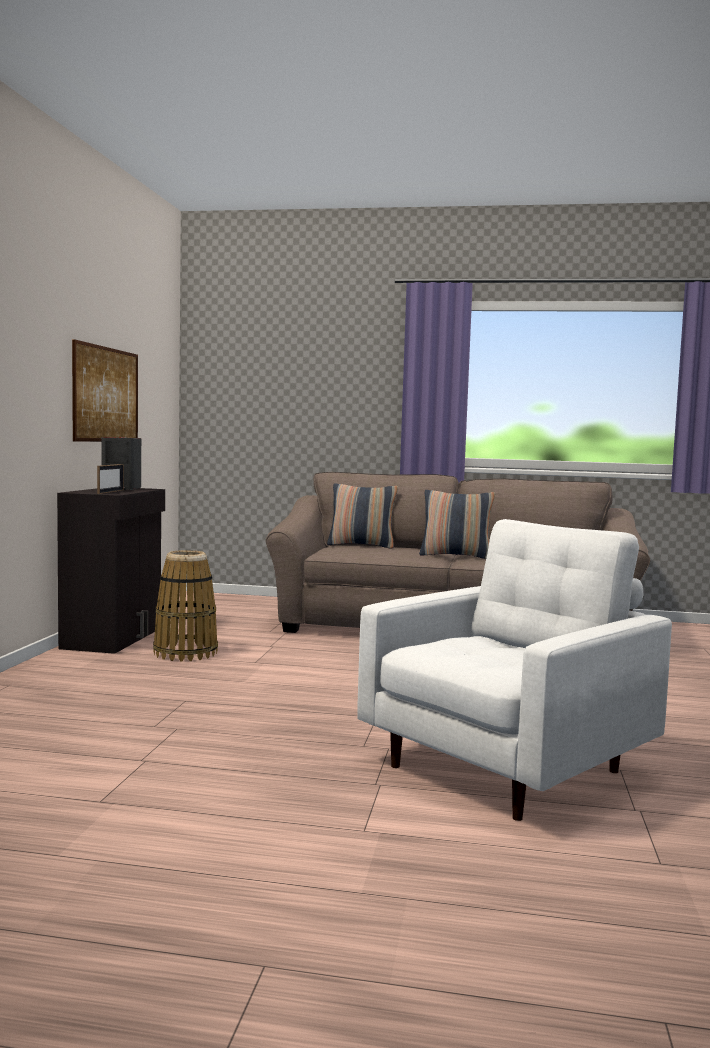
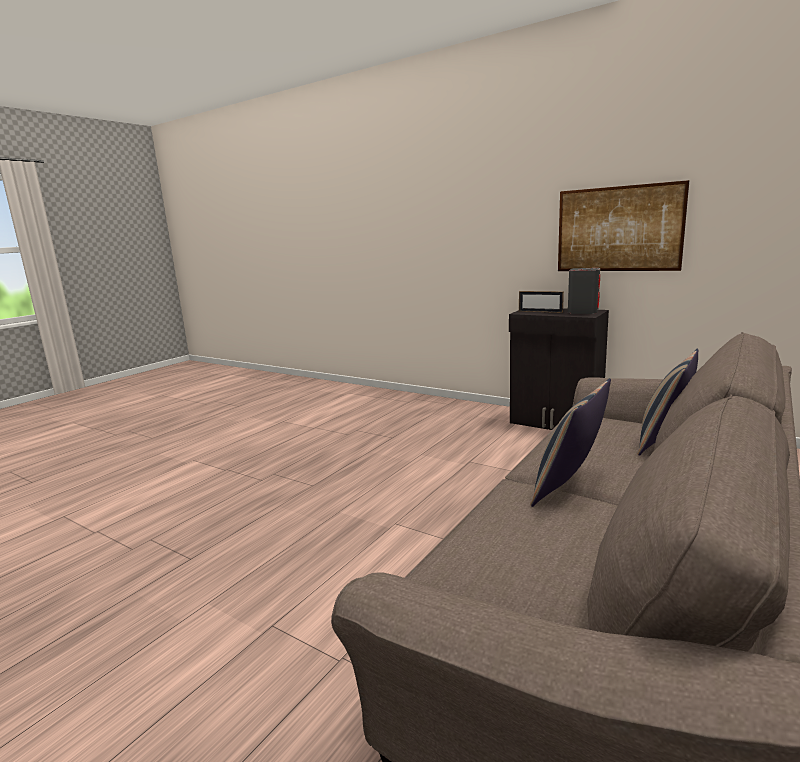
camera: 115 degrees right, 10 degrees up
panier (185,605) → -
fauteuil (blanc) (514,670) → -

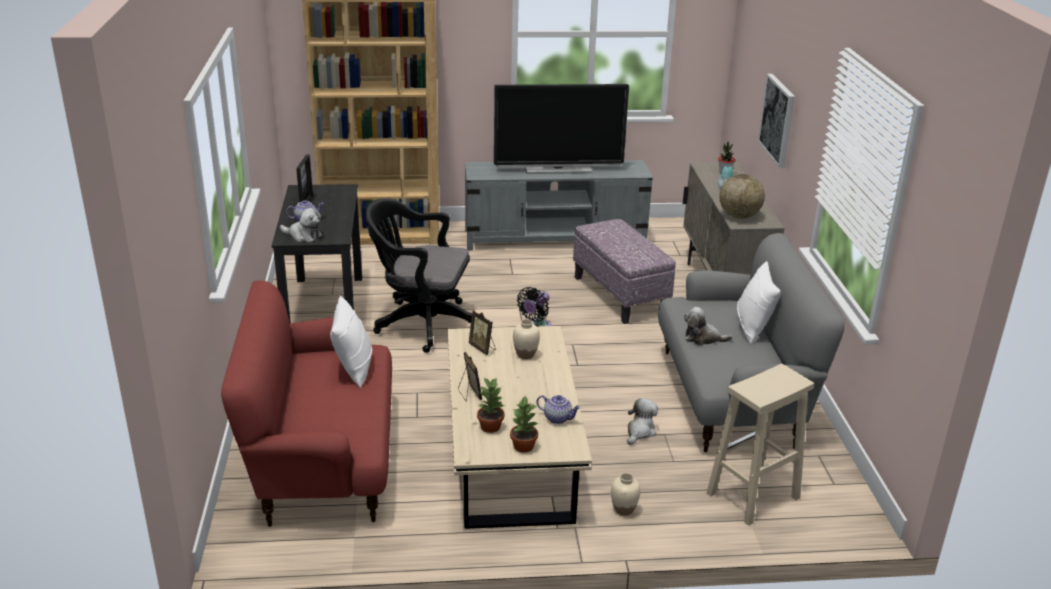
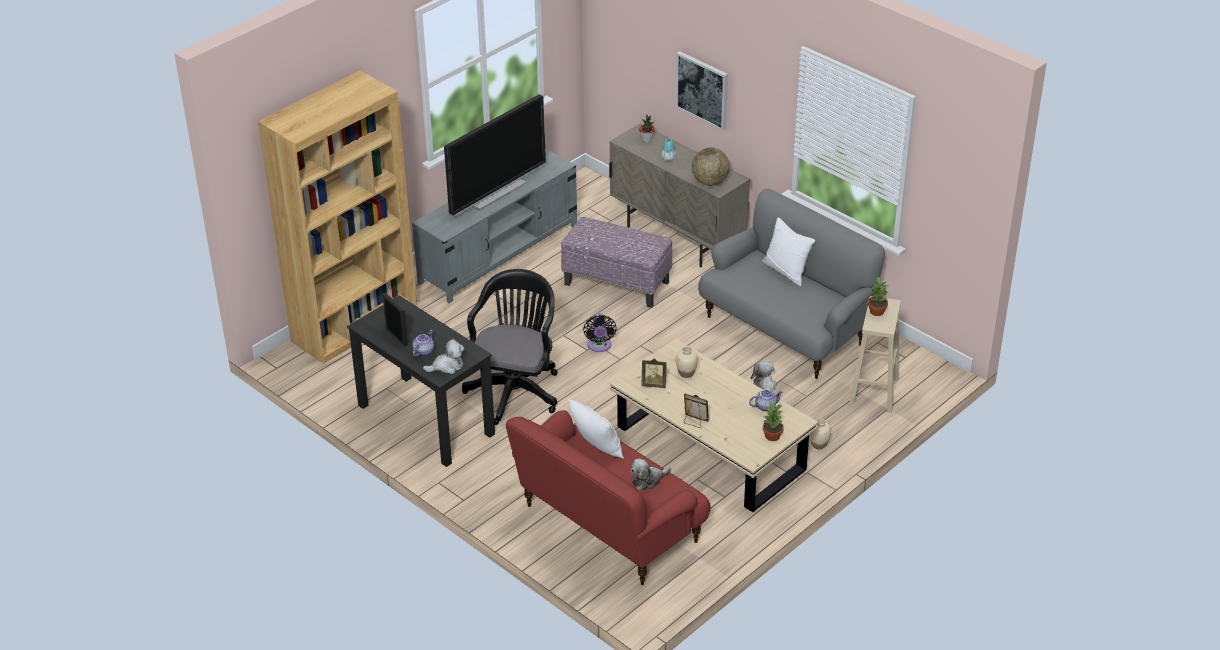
camera: 40 degrees left, 10 degrees up
plante en pot (490,405) → plante en pot (878,296), shifted
peluche (708,326) → peluche (651,474), shifted
chaise de bureau (noir) (418,275) → chaise de bureau (noir) (510,347), 135 degrees clockwise

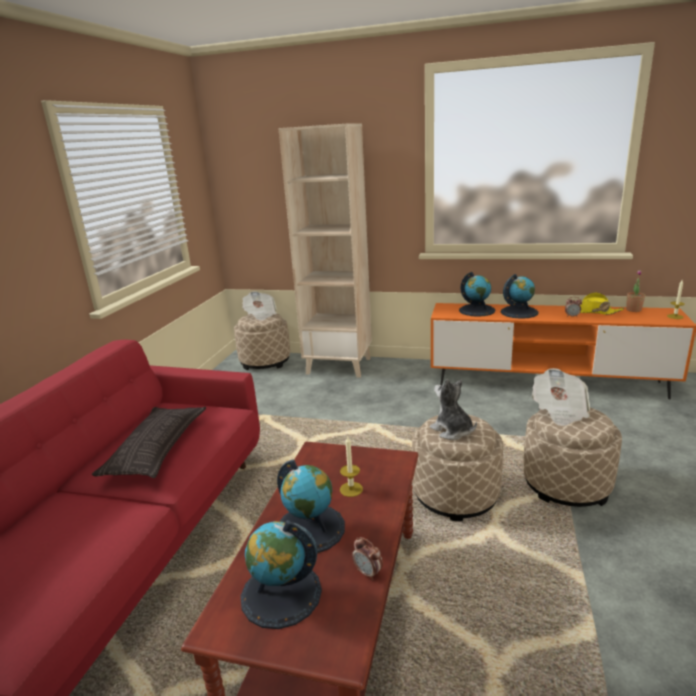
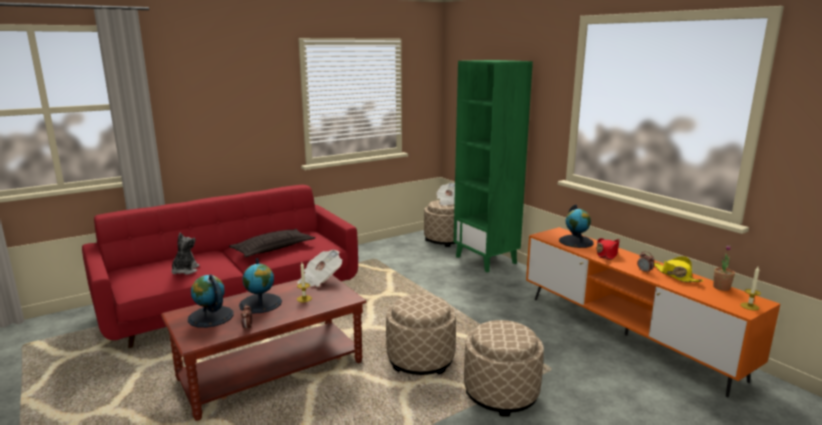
camera: 40 degrees right, 5 degrees down
peluche (453,409) → peluche (185,254), shifted
journal (561,397) → journal (319,268), shifted
globe (519,296) → chapeau (rouge) (608,249)
bibliothèque (beige) (325,250) → bibliothèque (vert) (493,166)

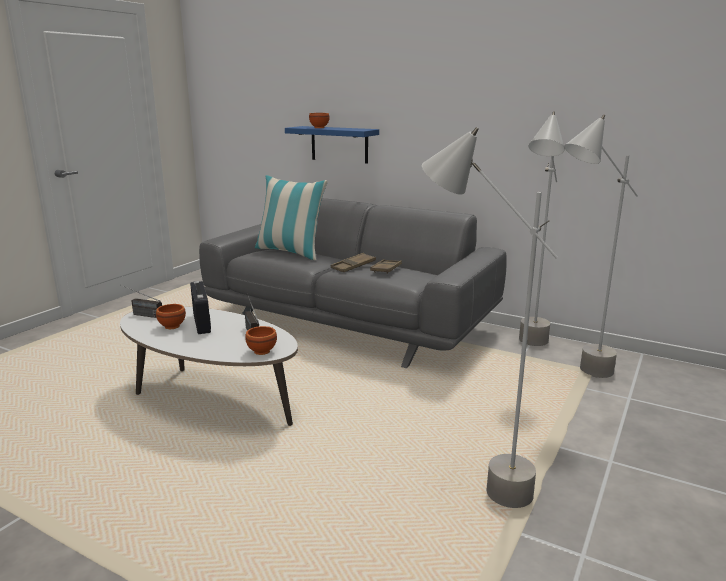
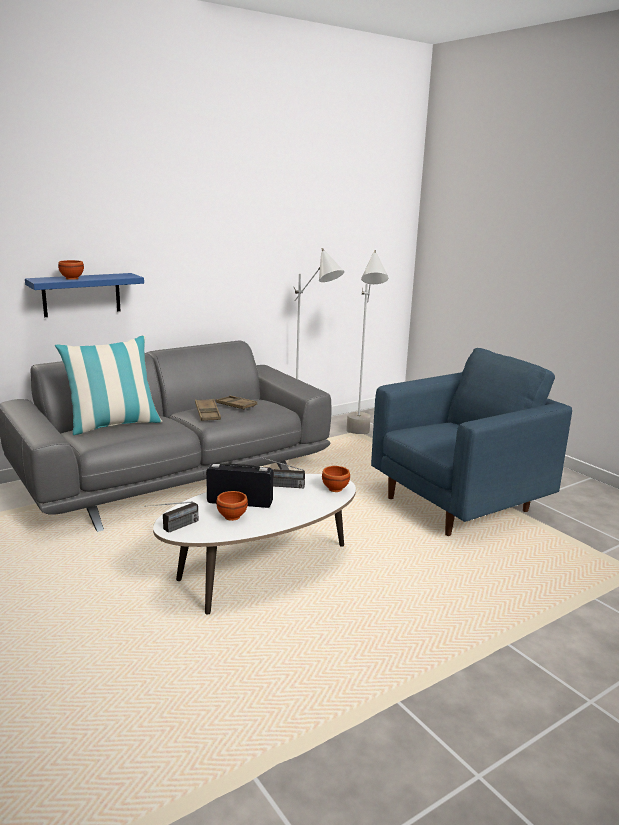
camera: 65 degrees left, 0 degrees up
lampadaire (gris) (490,317) → fauteuil (bleu) (471,442)

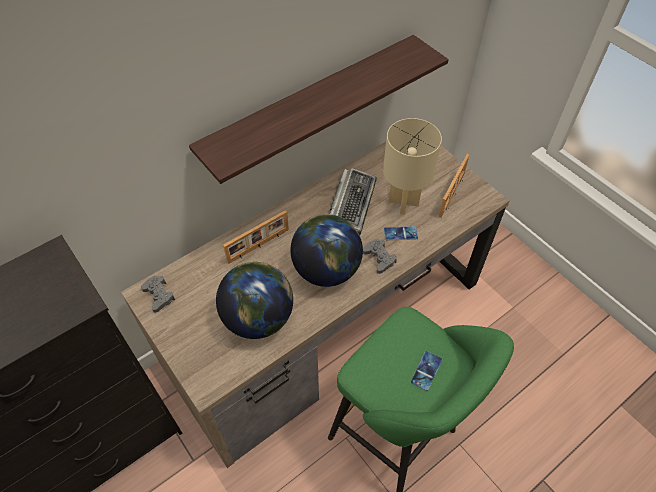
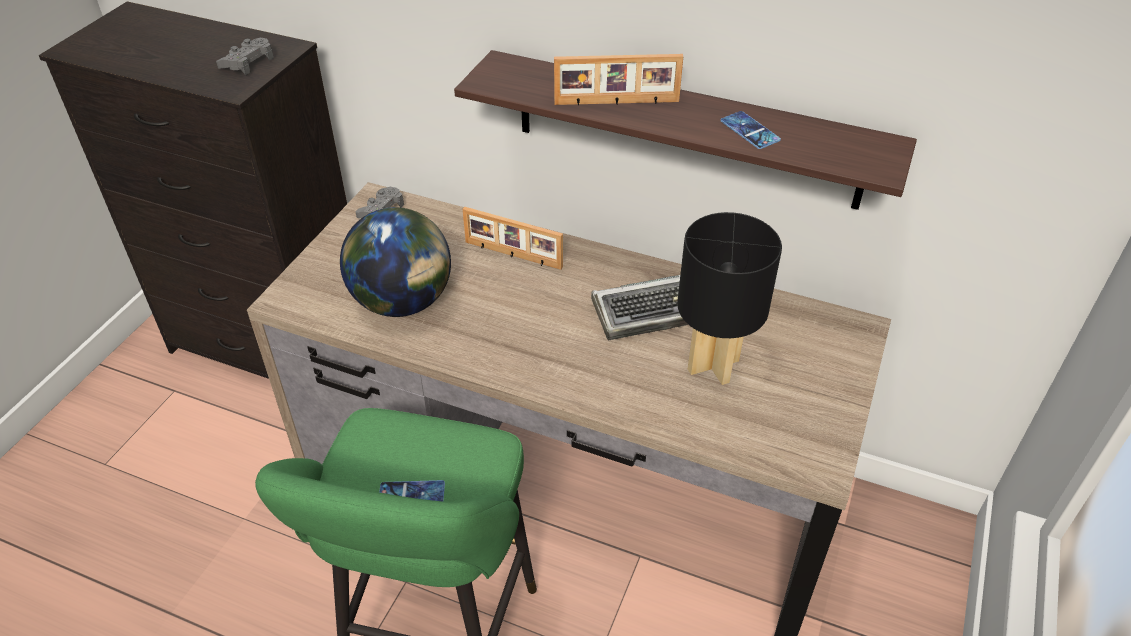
camera: 60 degrees right, 10 degrees down
globe (327,250) → -
manette (gris) (380,256) → manette (gris) (245,56), shifted
téléphone (401,233) → téléphone (751,130), shifted
cadre photo (454,186) → cadre photo (618,80), shifted
lampe de table (beige) (412,166) → lampe de table (noir) (729,298)

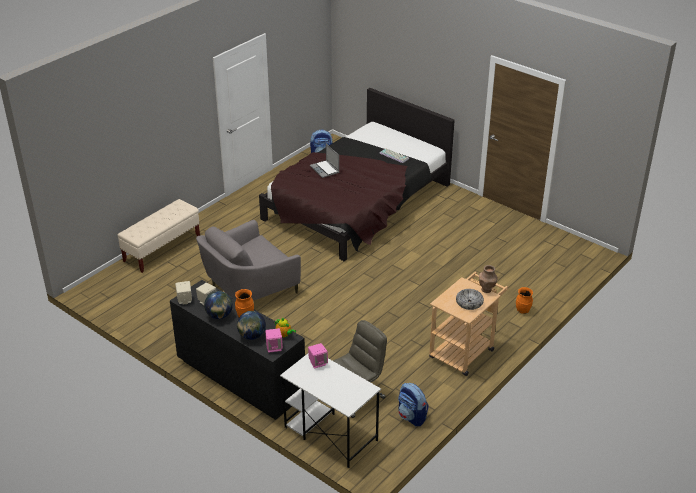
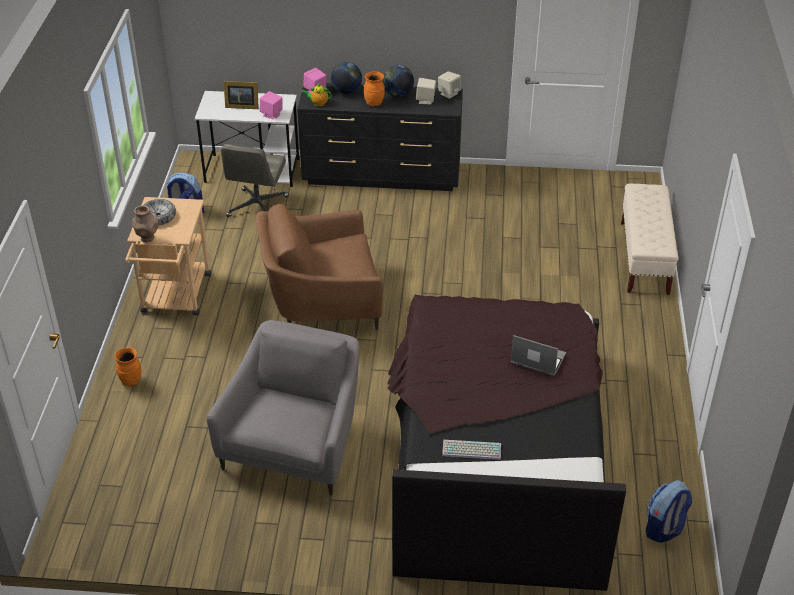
camera: 145 degrees right, 5 degrees up
- → cadre photo (241,95)
- → fauteuil (marron) (319,267)
fauteuil (gris) (248,260) → fauteuil (gris) (283,408), shifted

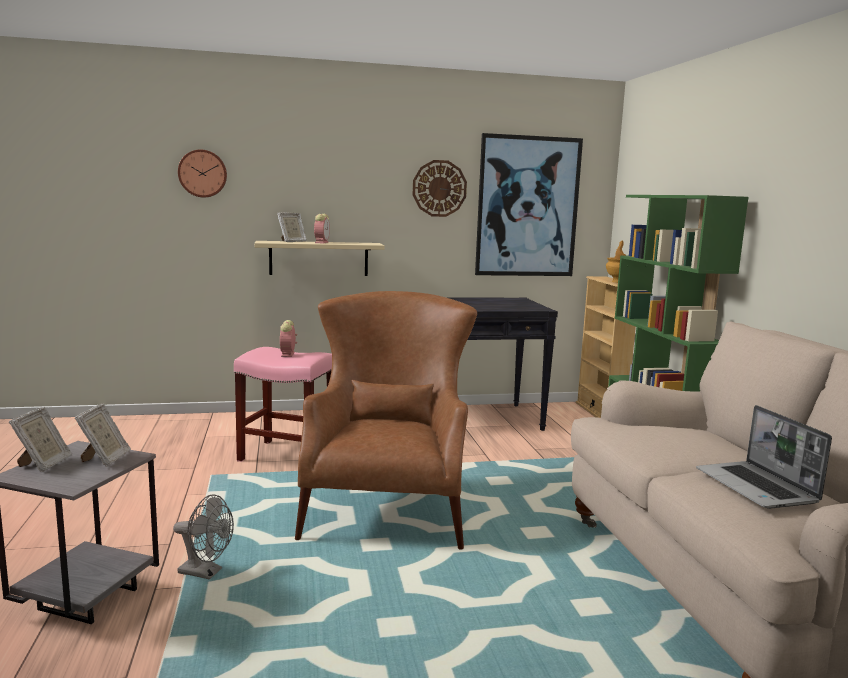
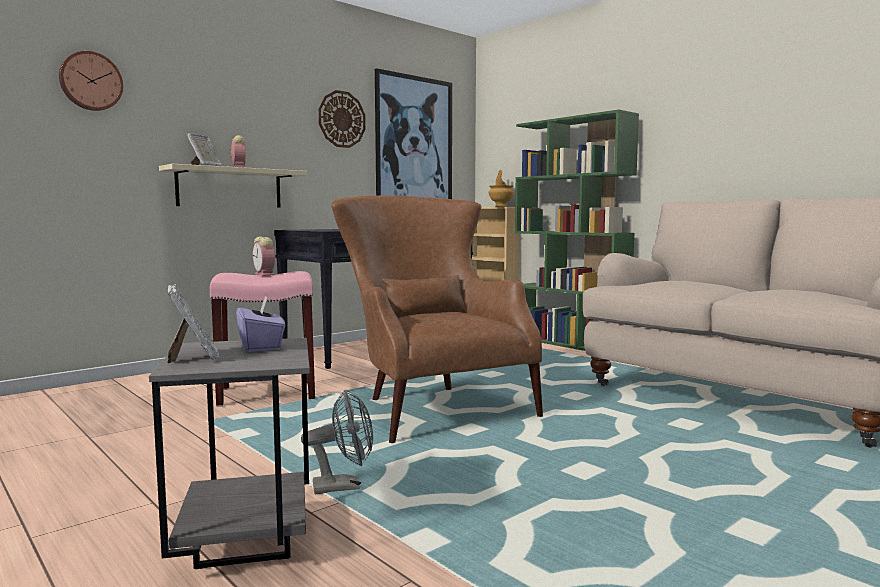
camera: 30 degrees left, 5 degrees down
ordinateur portable (764,457) → -
cadre photo (103,435) → boîte à mouchoirs (violet) (260,324)

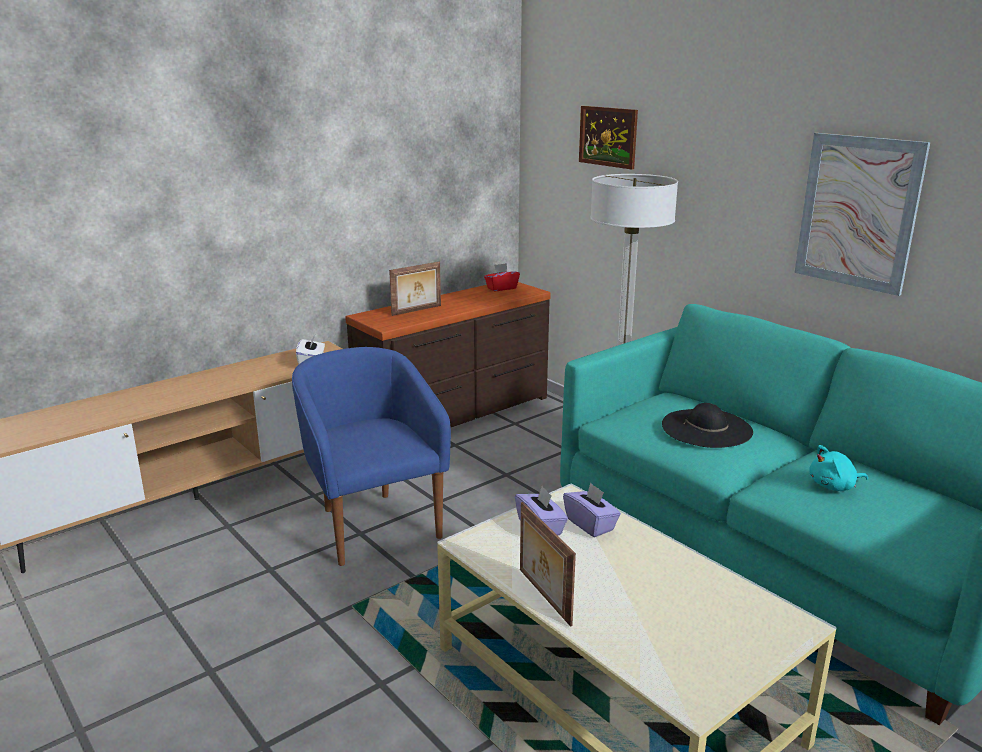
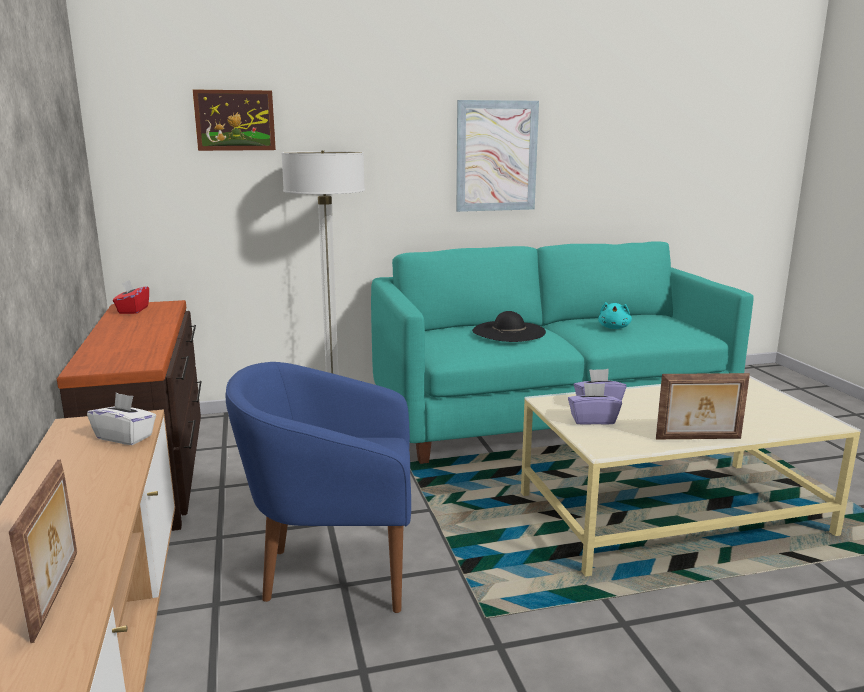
camera: 65 degrees left, 5 degrees down
cadre photo (415,289) → cadre photo (43,551), shifted

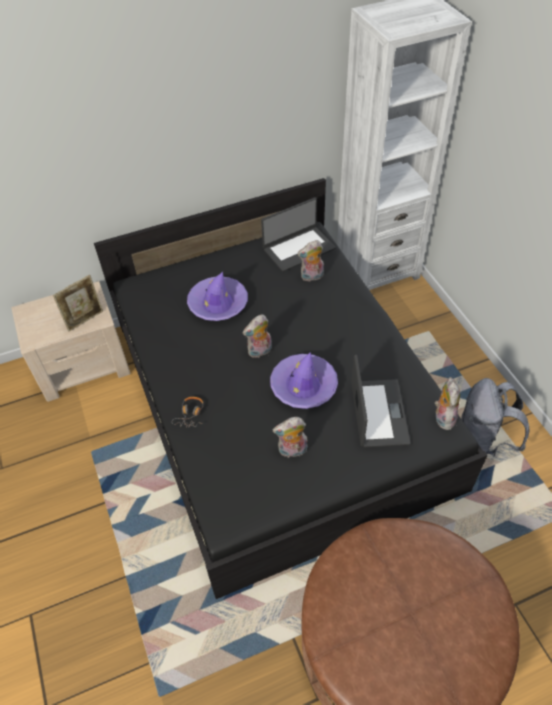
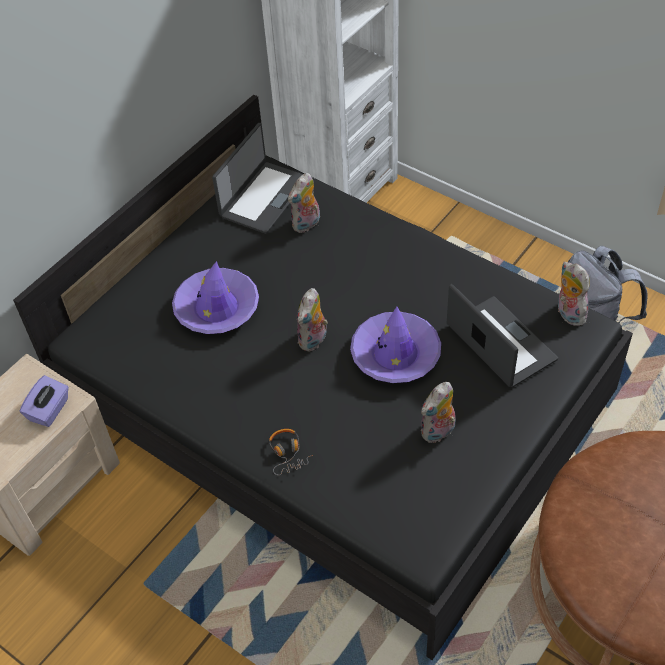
camera: 30 degrees left, 0 degrees up
cadre photo (78,303) → boîte à mouchoirs (violet) (44,401)

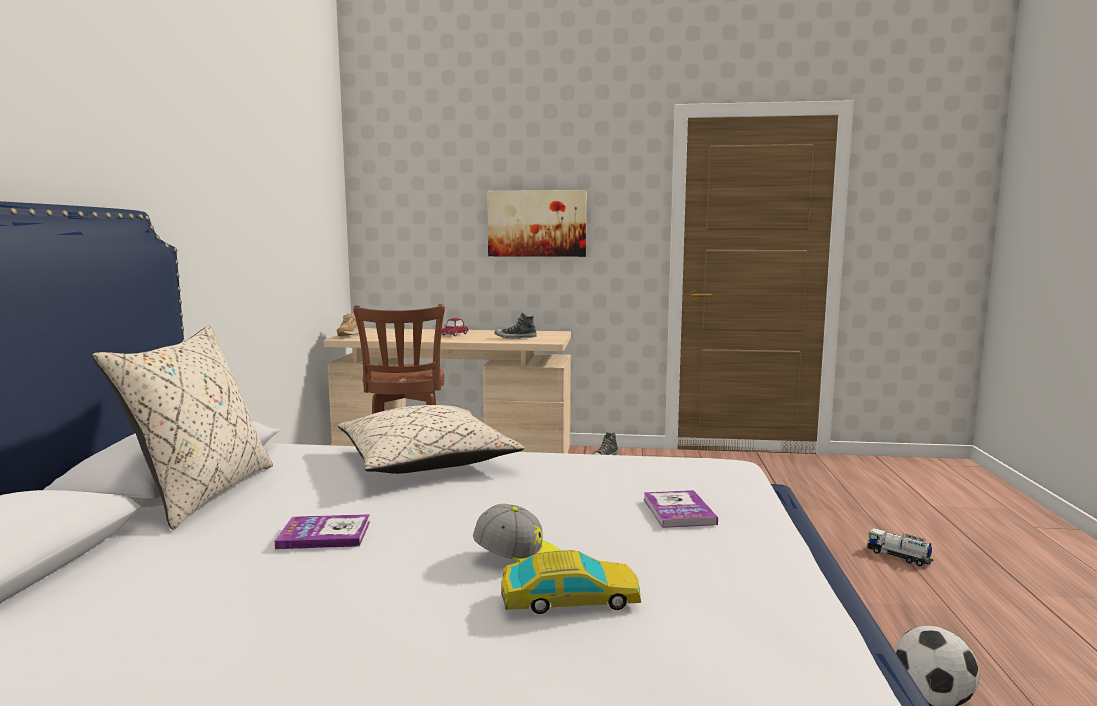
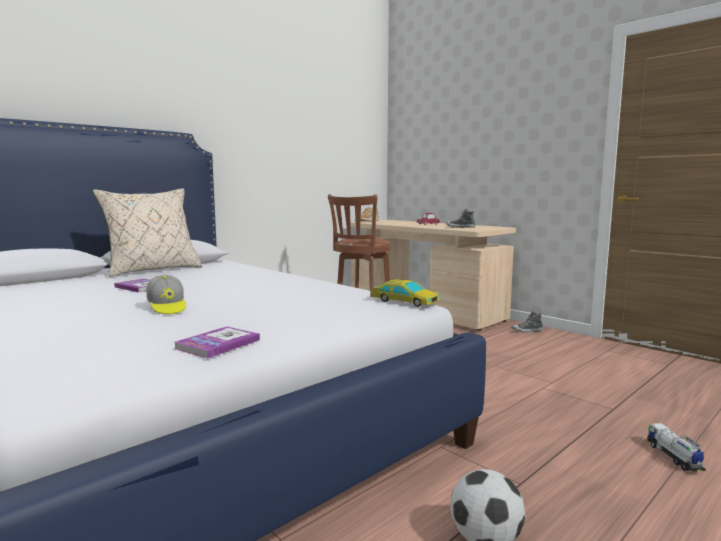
camera: 40 degrees right, 0 degrees up
coussin (beige) (431,439) → -
tableau (536,223) → -
petite voiture (571,582) → petite voiture (405,293), shifted
livre (680,509) → livre (217,342), shifted

